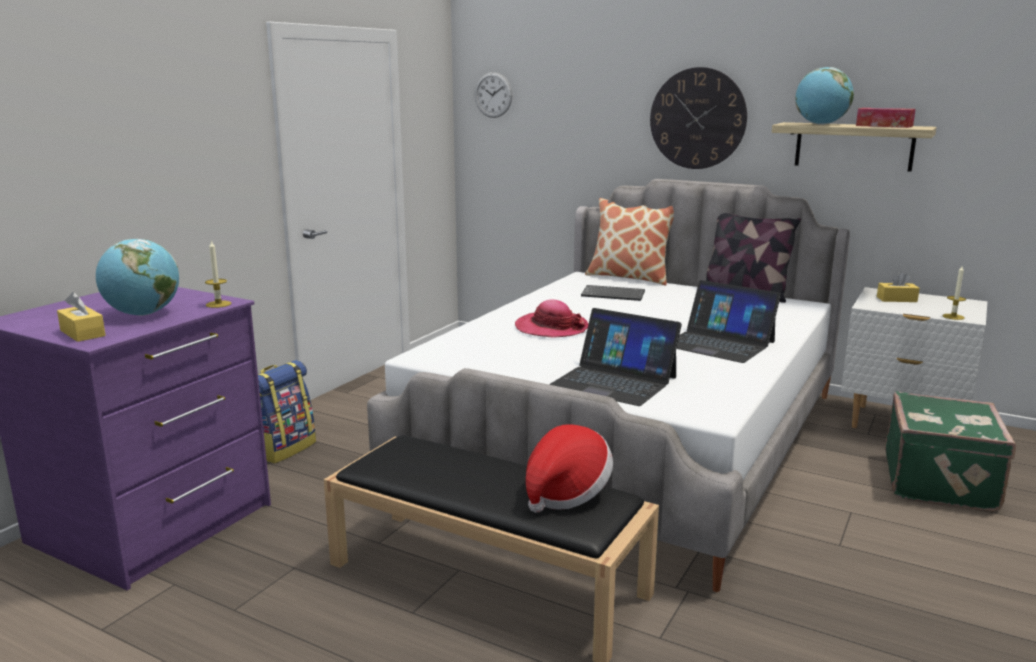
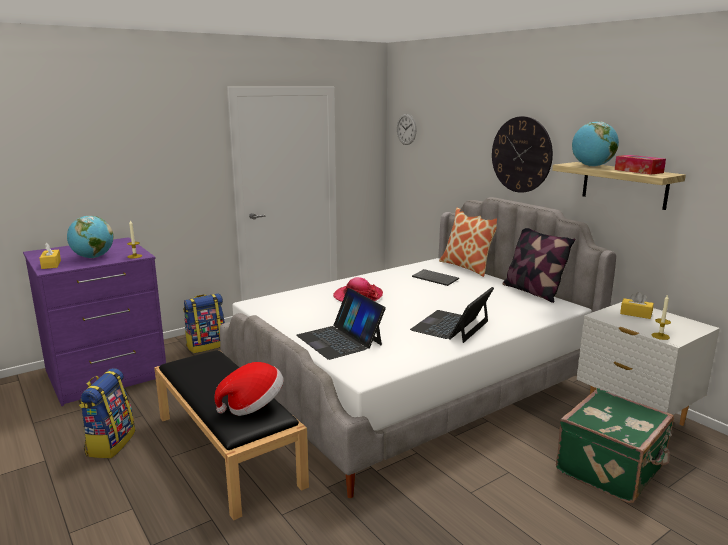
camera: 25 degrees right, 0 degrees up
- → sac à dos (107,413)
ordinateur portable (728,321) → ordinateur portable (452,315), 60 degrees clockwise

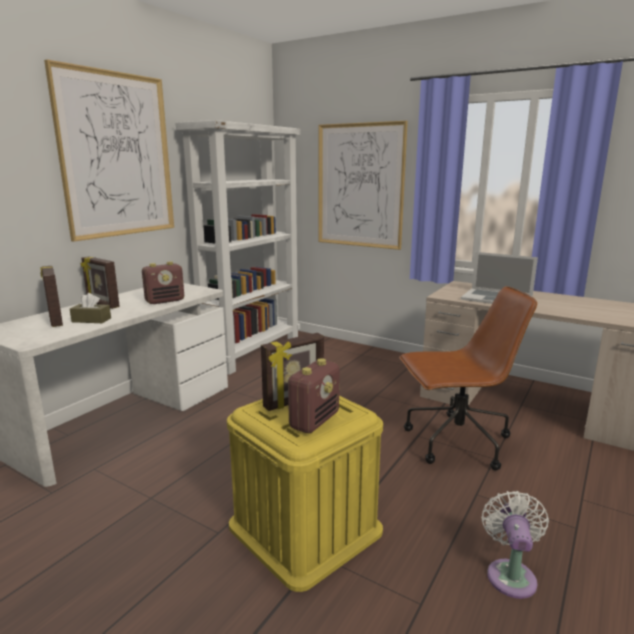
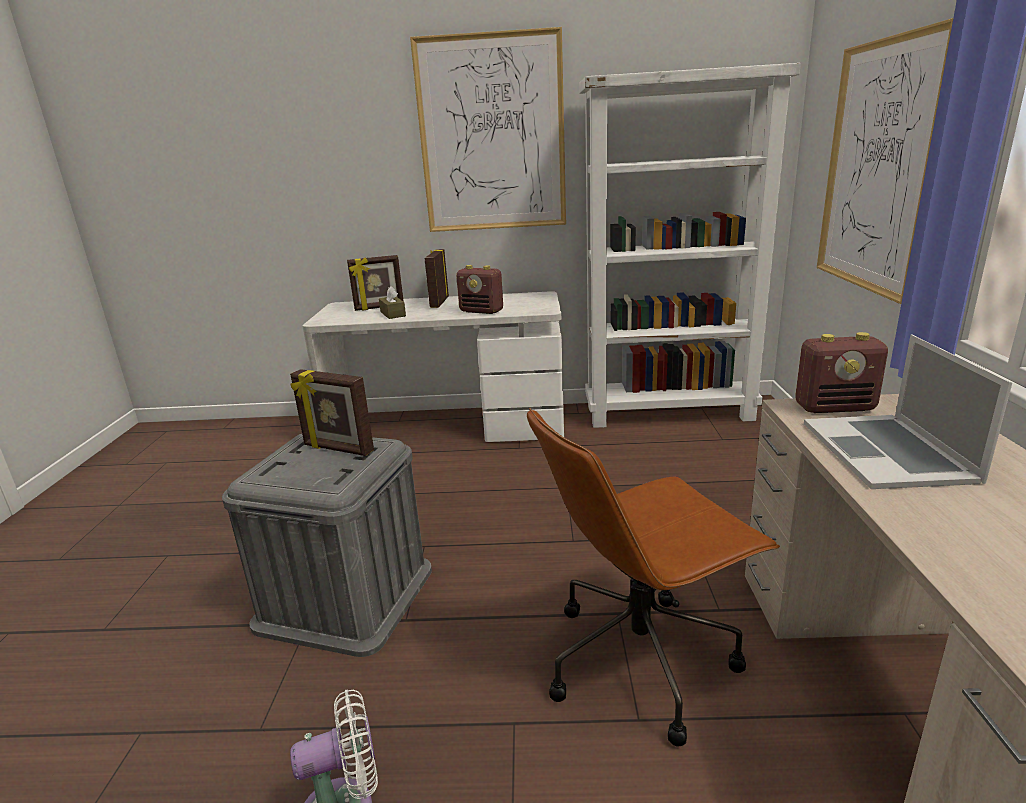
camera: 60 degrees right, 5 degrees up
radio (314,395) → radio (841,372), shifted
boîte de rangement (jaune) (305,494) → boîte de rangement (gris) (327,545)
cadre photo (52,296) → cadre photo (375,283), 135 degrees counterclockwise
chaise de bureau (marron) (468,378) → chaise de bureau (marron) (653,577), 105 degrees clockwise

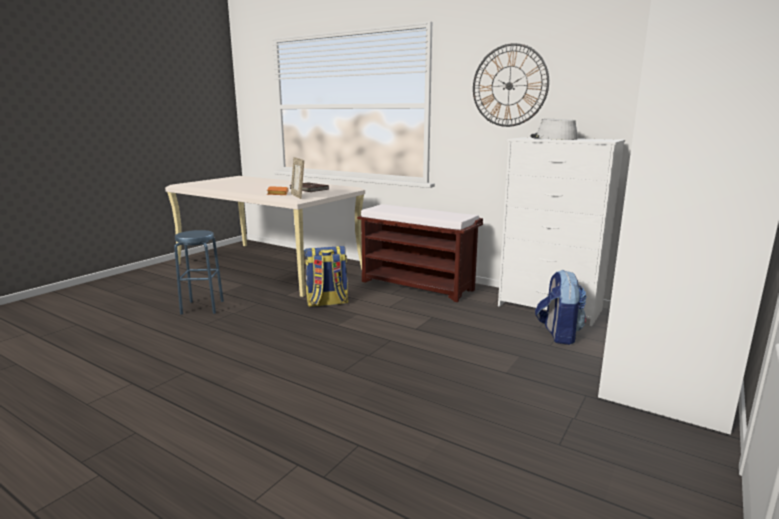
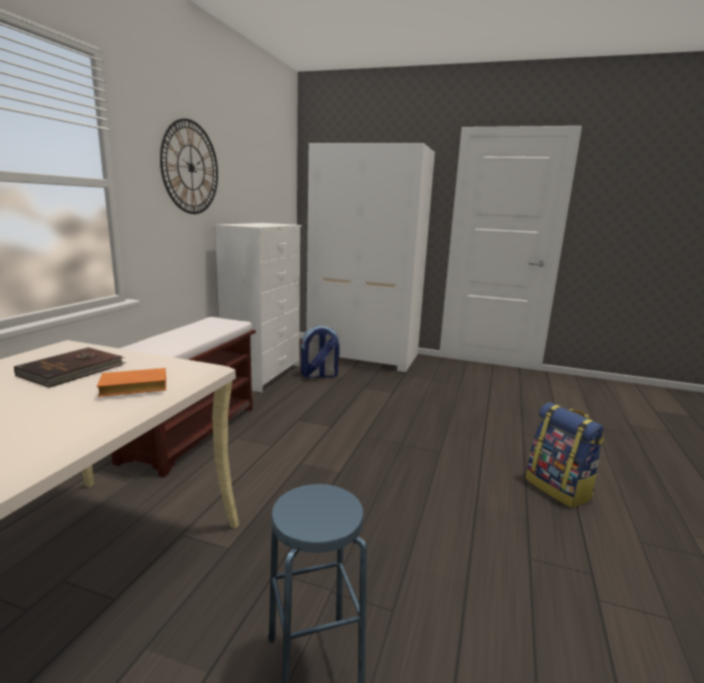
camera: 105 degrees left, 0 degrees up
cadre photo (297,178) → -
chapeau (gris) (554,129) → -
sac à dos (326,276) → sac à dos (565,455), shifted

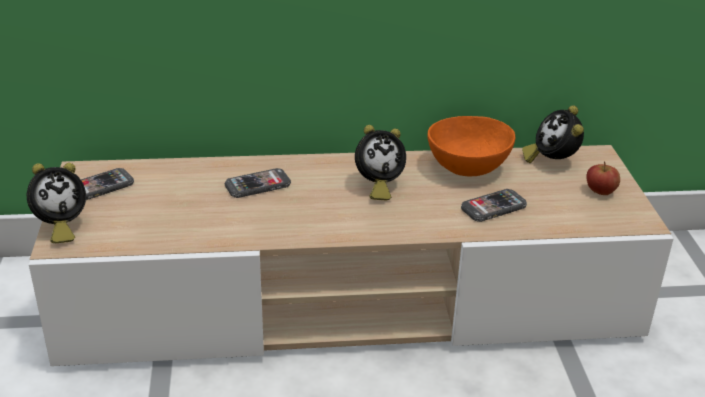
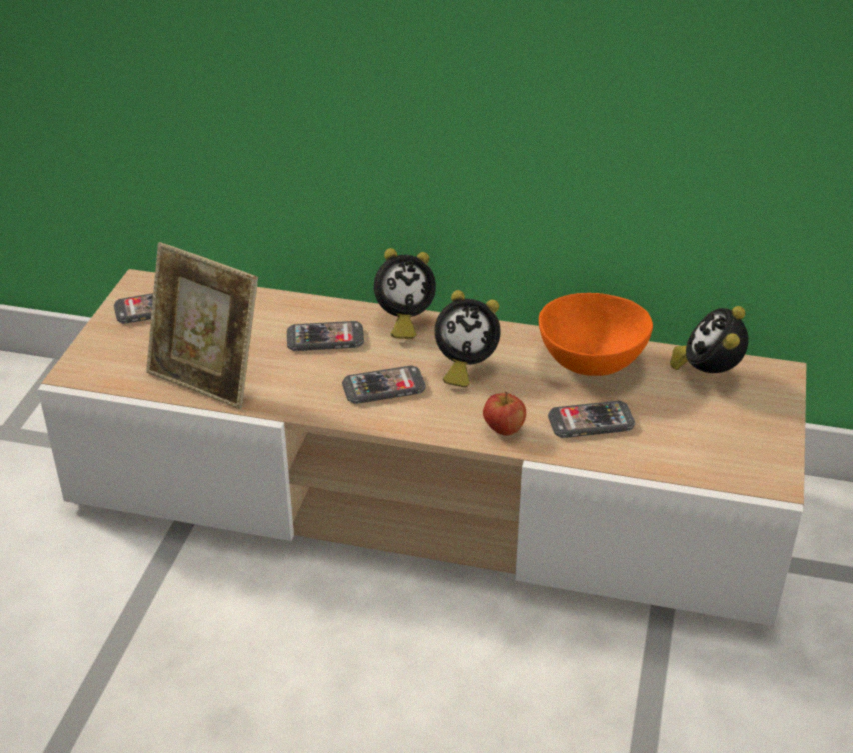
camera: 20 degrees right, 5 degrees up
- → cadre photo (202,325)
- → téléphone (384,384)
réveil (56,203) → réveil (405,293), shifted
pomme (603,178) → pomme (504,413), shifted

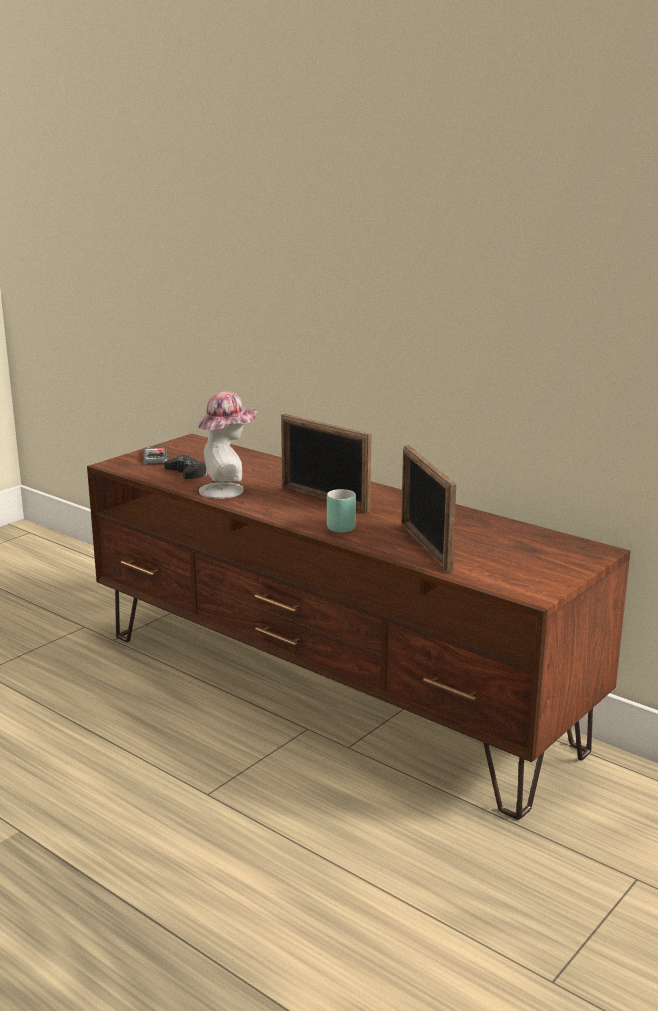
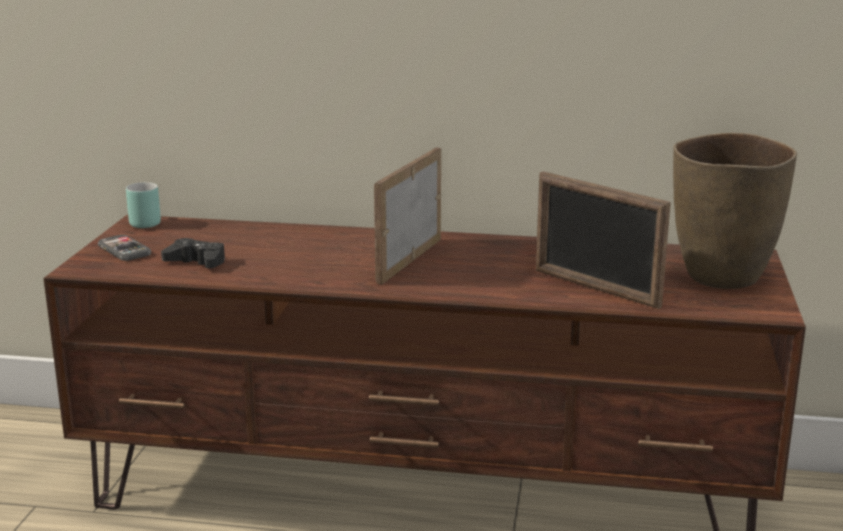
camera: 30 degrees left, 0 degrees up
chapeau (228,445) → -
- → vase (marron) (735,211)
mug (turquoise) (341,511) → mug (turquoise) (143,205), shifted
cadre photo (326,463) → cadre photo (407,216), 105 degrees clockwise

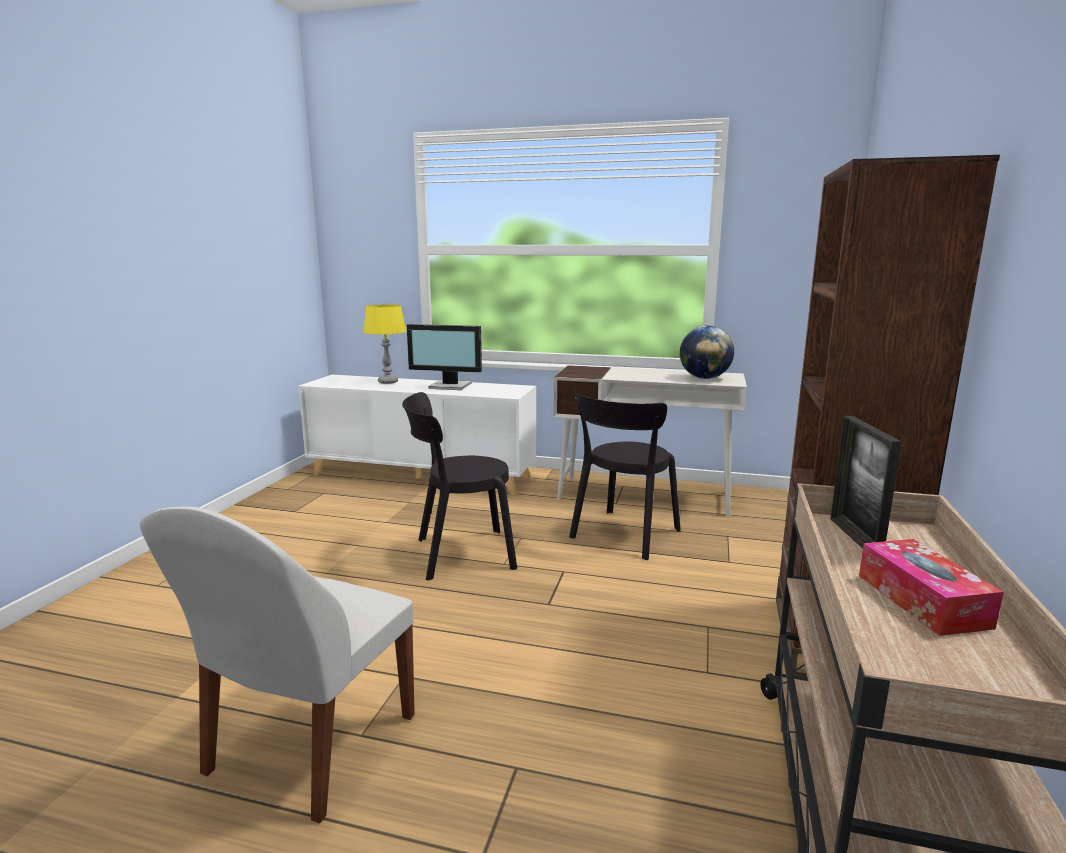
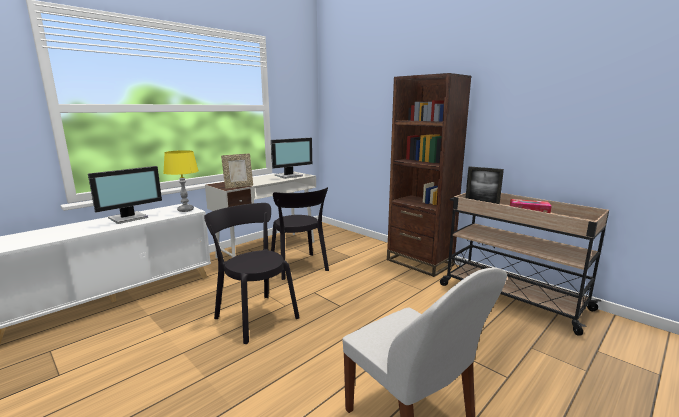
camera: 60 degrees left, 0 degrees up
- → cadre photo (237,171)
lampe de table (jaune) (384,344) → lampe de table (jaune) (181,181), shifted
globe (707,352) → écran d'ordinateur (291,158)
chaise (noir) (459,486) → chaise (noir) (252,273), 120 degrees clockwise

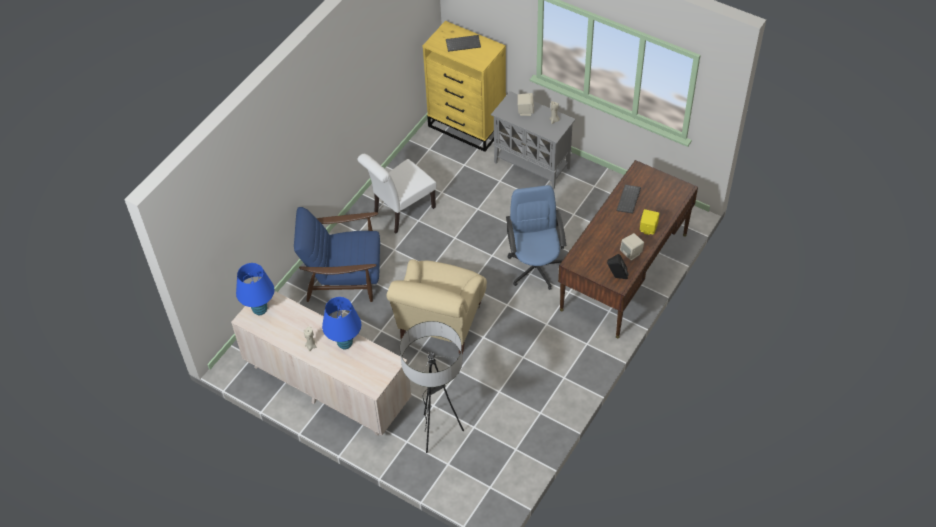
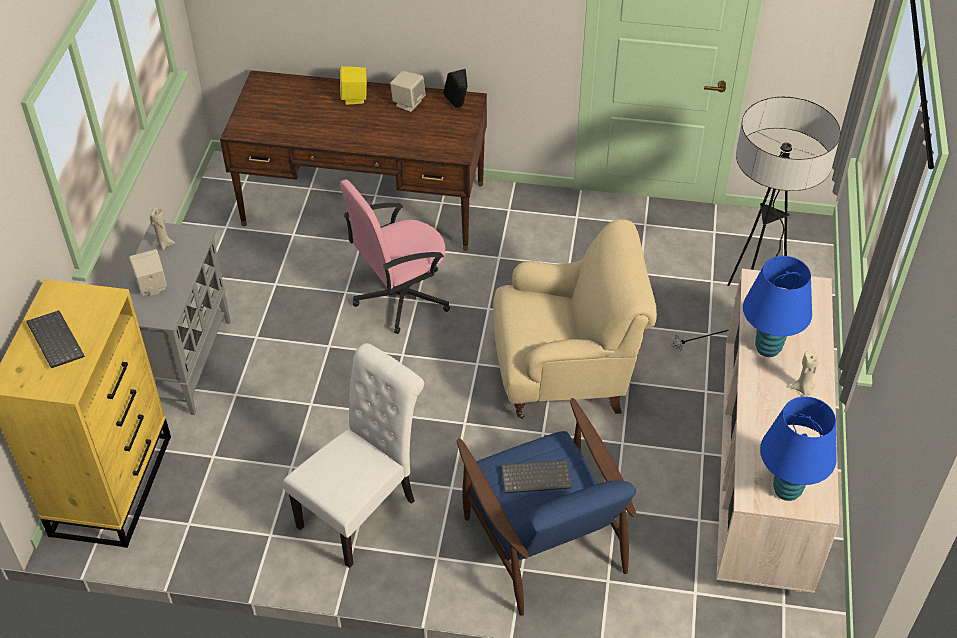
camera: 115 degrees left, 5 degrees down
clavier (629,199) → clavier (537,476), shifted
chaise de bureau (bleu) (536,237) → chaise de bureau (rose) (395,256)
chaise (blanc) (397,193) → chaise (blanc) (353,455), 75 degrees counterclockwise

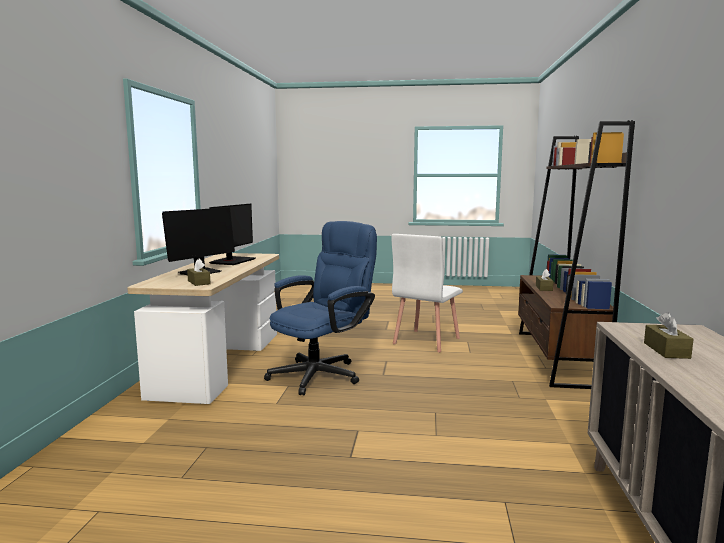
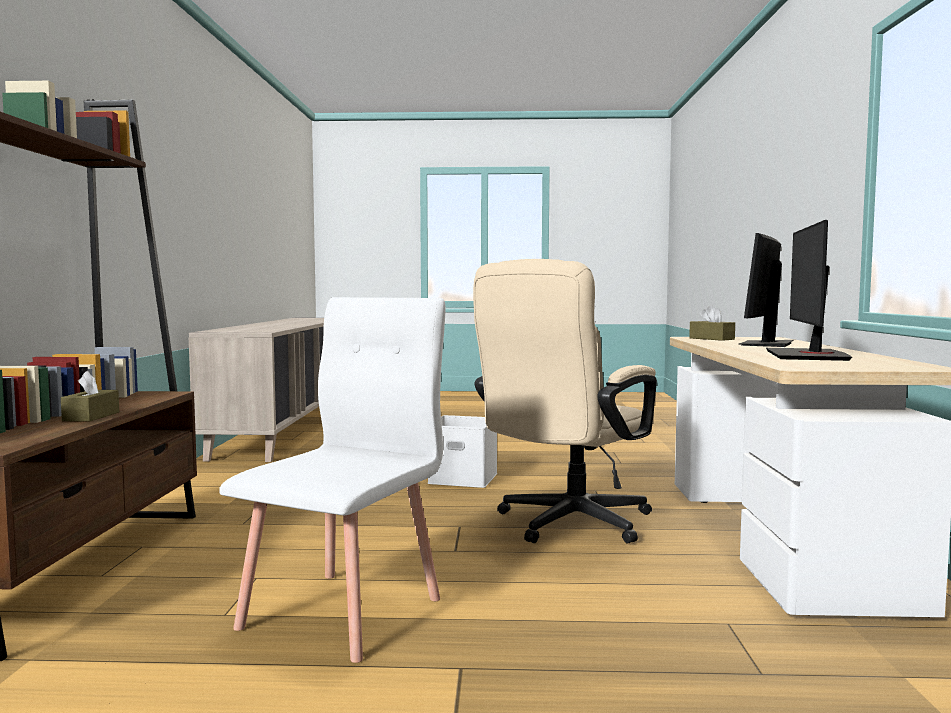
camera: 175 degrees right, 5 degrees down
boîte à mouchoirs (marron) (669,335) → -
- → boîte de rangement (blanc) (462,451)
chaise de bureau (bleu) (320,308) → chaise de bureau (beige) (565,401)

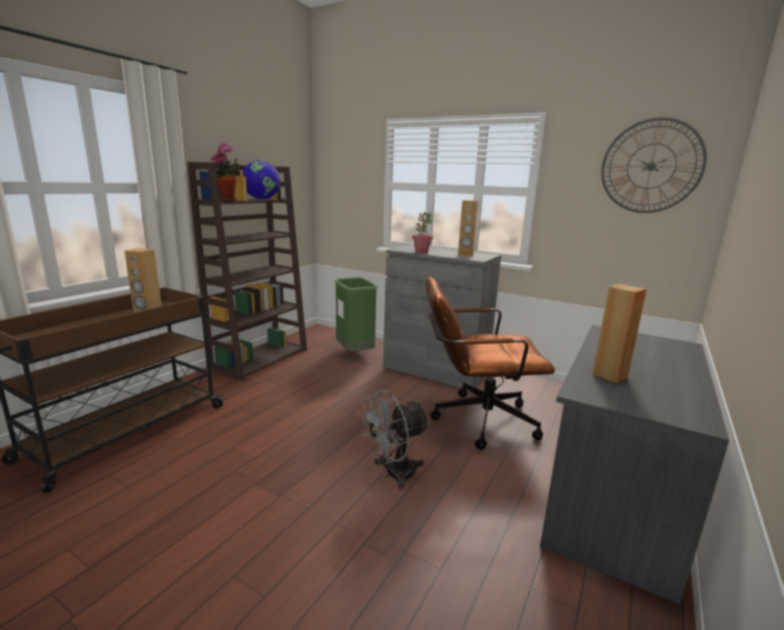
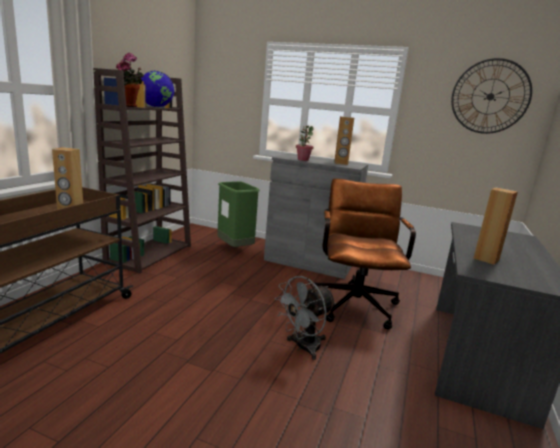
camera: 10 degrees left, 0 degrees up
chaise de bureau (marron) (490,363) → chaise de bureau (marron) (365,254), 105 degrees clockwise

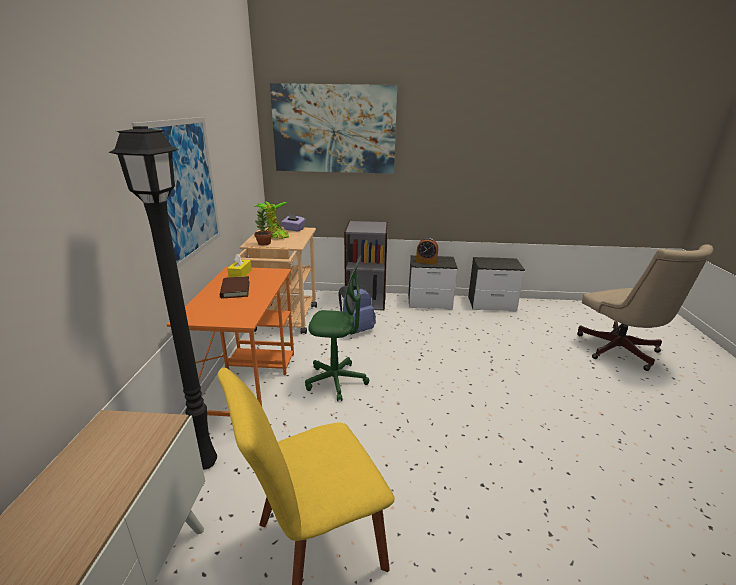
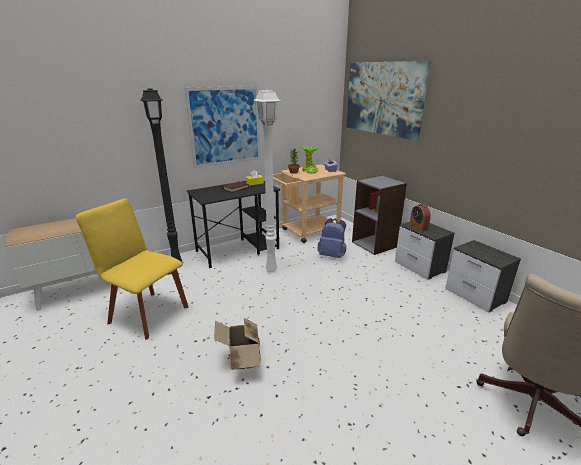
camera: 55 degrees right, 0 degrees up
- → carton (237,344)
chaise de bureau (vert) (337,328) → lampadaire (blanc) (267,180)
bureau (orange) (230,341) → bureau (noir) (233,224)

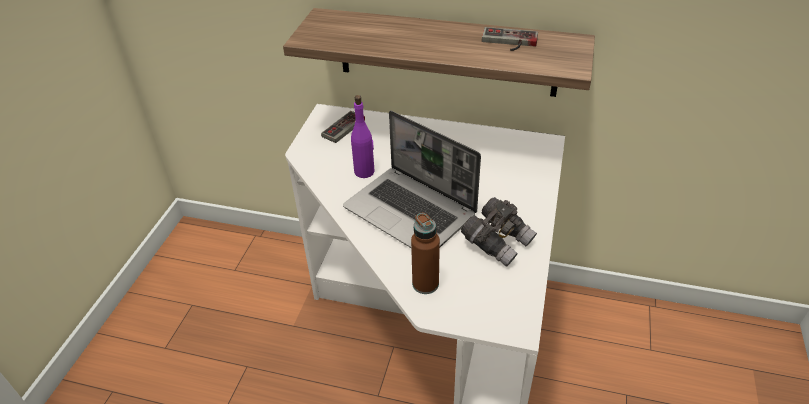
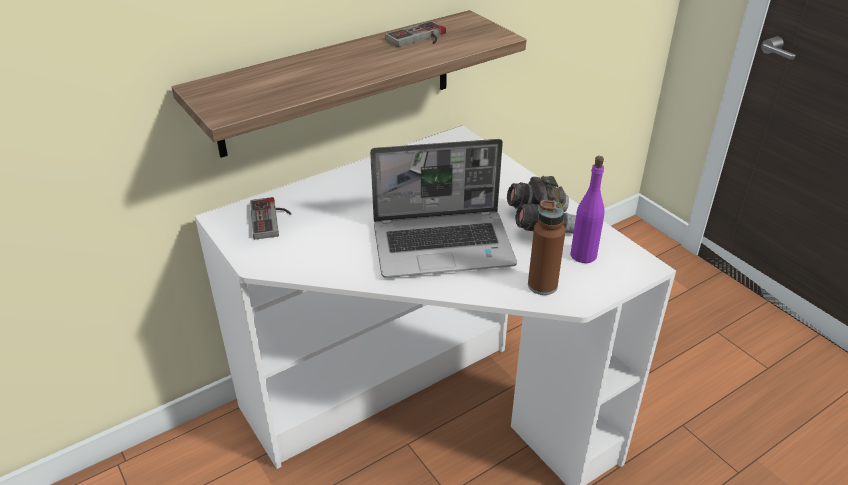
camera: 50 degrees left, 5 degrees down
bouteille (violet) (363,136) → bouteille (violet) (587,209), shifted

